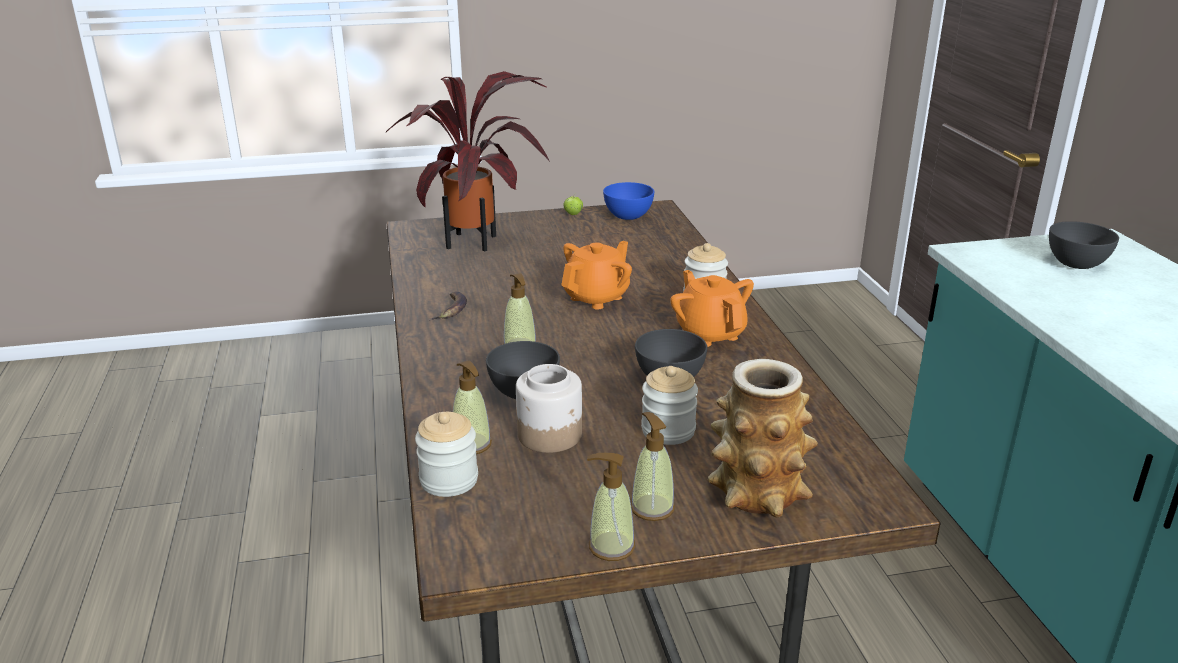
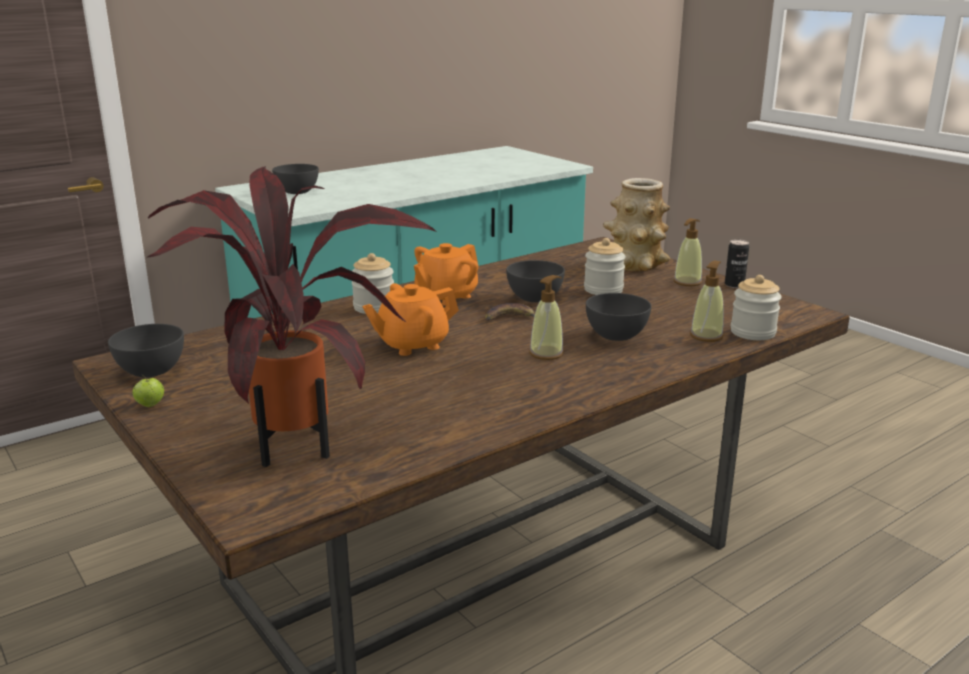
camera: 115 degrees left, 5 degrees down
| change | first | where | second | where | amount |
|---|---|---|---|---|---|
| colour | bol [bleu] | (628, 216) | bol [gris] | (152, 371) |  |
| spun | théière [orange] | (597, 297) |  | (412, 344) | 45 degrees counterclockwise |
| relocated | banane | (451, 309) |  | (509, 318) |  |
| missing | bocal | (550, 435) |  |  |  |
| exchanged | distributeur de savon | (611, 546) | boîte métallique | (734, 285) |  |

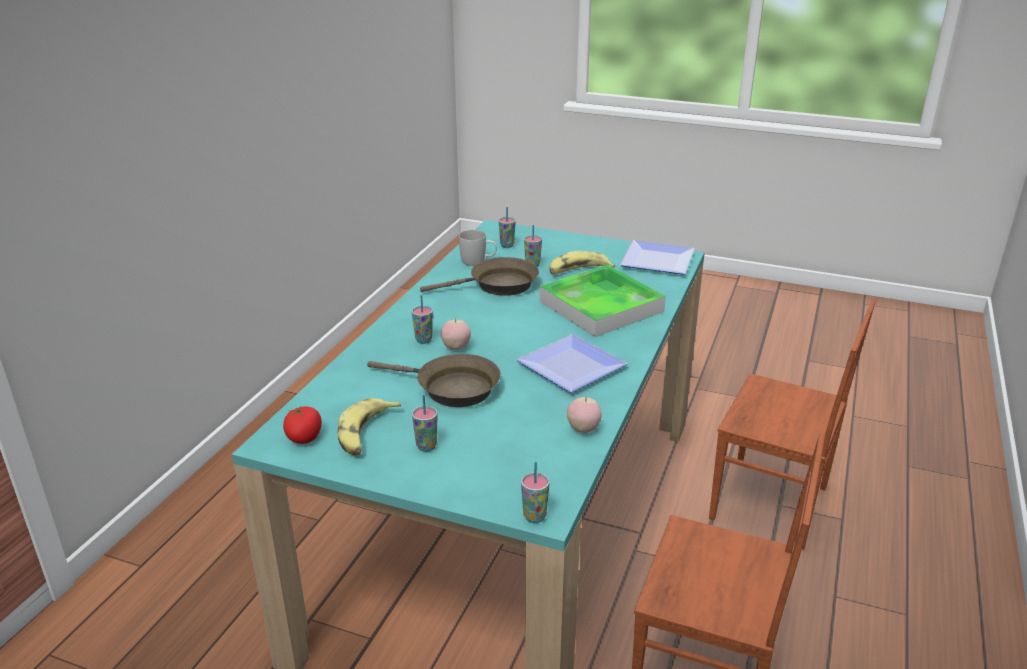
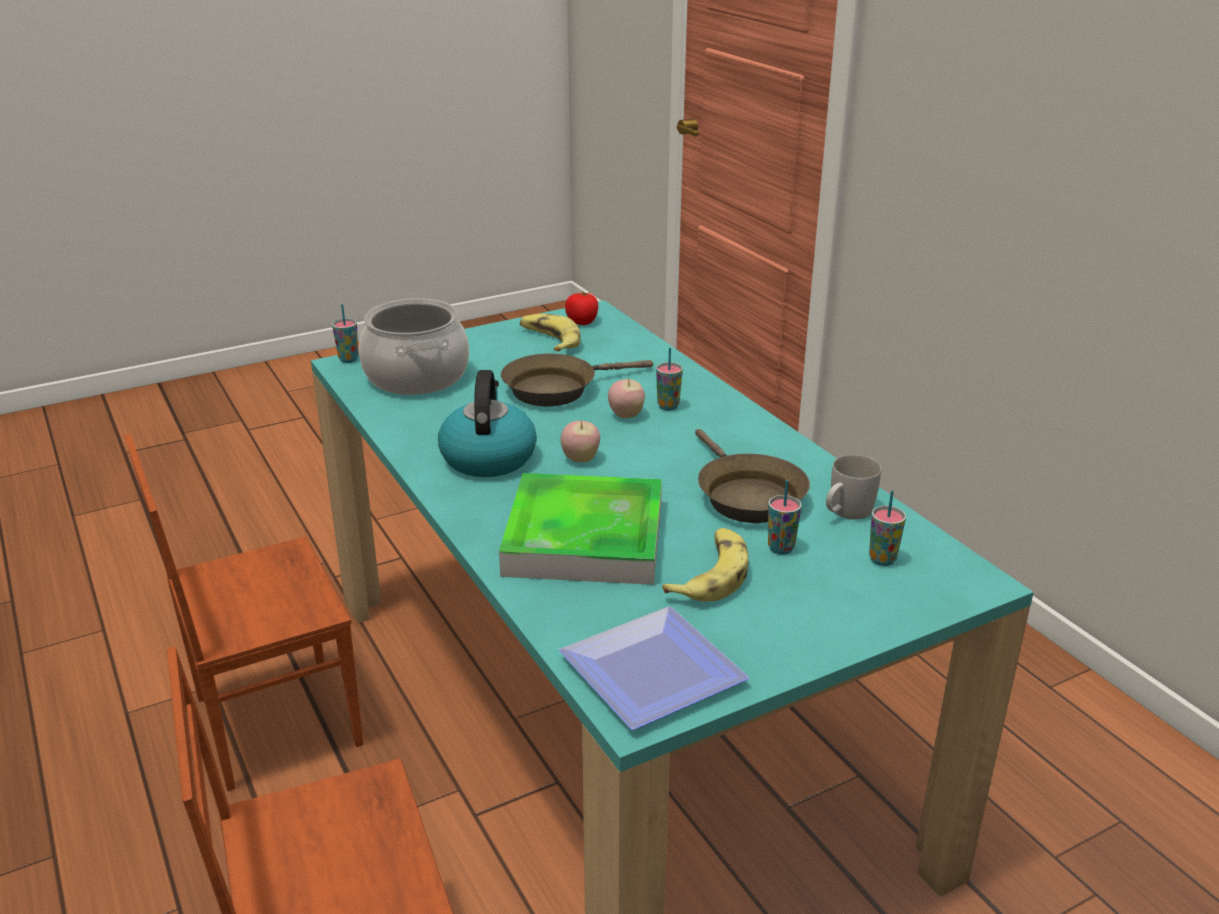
camera: 130 degrees right, 0 degrees up
| change | first | where | second | where | amount |
|---|---|---|---|---|---|
| spun | poêle [marron] | (498, 285) |  | (746, 495) | 45 degrees counterclockwise |
| exchanged | assiette | (575, 367) | bouilloire | (488, 457) |  |
| missing | tasse | (426, 446) |  |  |  |
| relocated | pomme | (583, 429) |  | (580, 459) |  |
| appeared |  |  | marmite | (417, 376) |  |

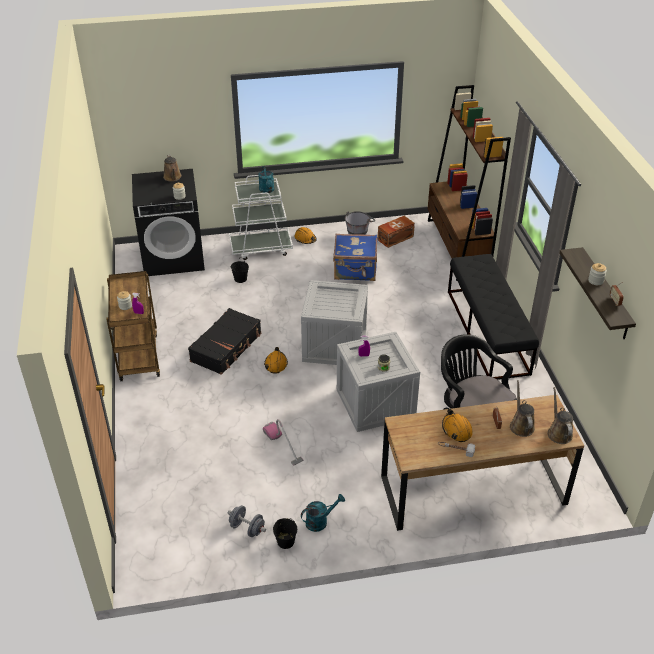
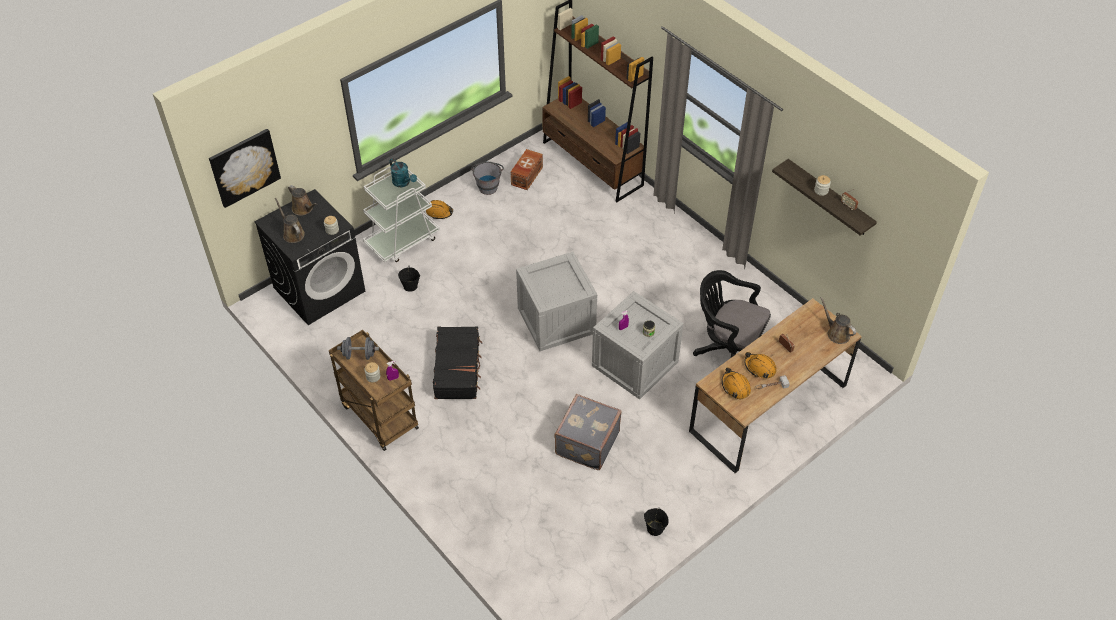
camera: 30 degrees left, 10 degrees up
| change | first | where | second | where | amount |
|---|---|---|---|---|---|
| missing | valise [bleu] | (355, 270) |  |  |  |
| missing | banc [noir] | (487, 331) |  |  |  |
| relocated | casque de chantier [orange] | (276, 364) |  | (735, 387) |  |
| relocated | arrosoir [marron] | (521, 425) |  | (292, 233) |  |
| exchanged | aspirateur | (282, 445) | valise [gris] | (586, 443) |  |
| missing | arrosoir [turquoise] | (320, 521) |  |  |  |
| relocated | haltère [gris] | (247, 528) |  | (359, 355) |  |
| appeared |  |  | tableau | (244, 167) |  |

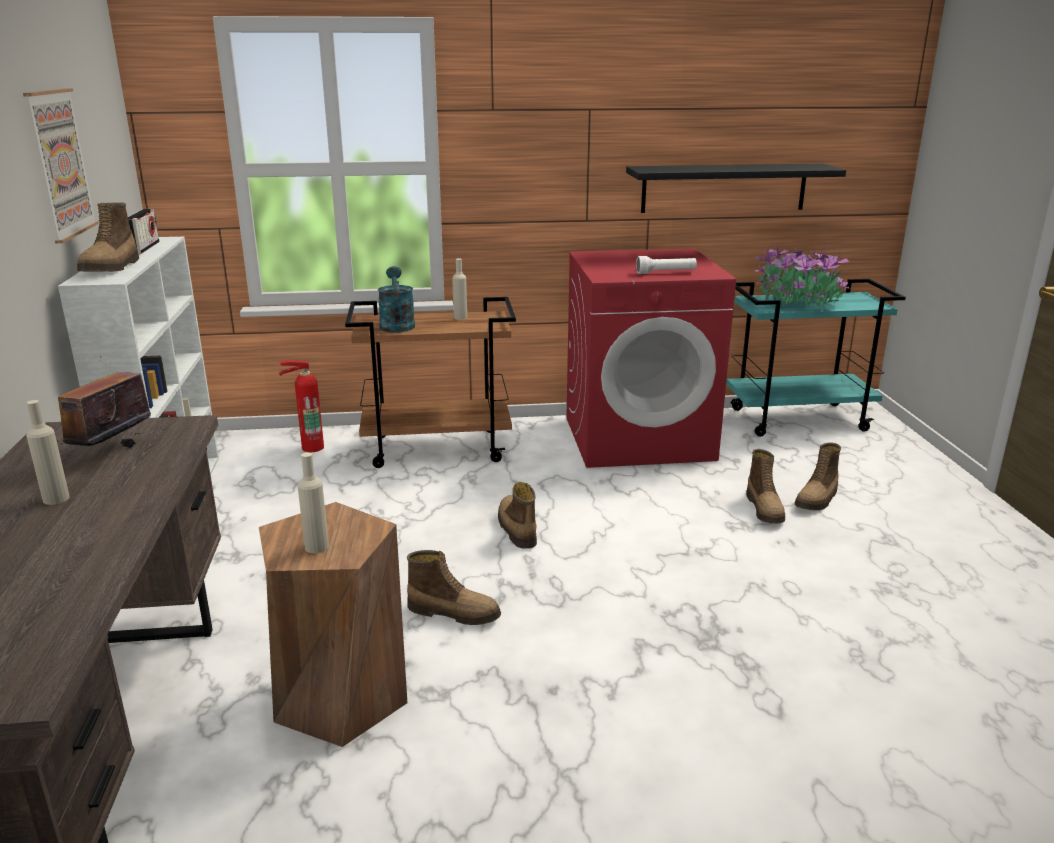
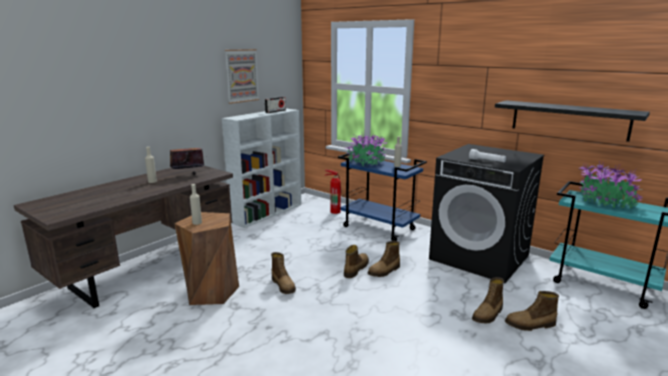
camera: 45 degrees right, 5 degrees down
| change | first | where | second | where | amount |
|---|---|---|---|---|---|
| relocated | botte | (112, 268) |  | (384, 271) |  |
| colour | lave-linge [rouge] | (639, 438) | lave-linge [noir] | (480, 257) |  |
| exchanged | arrosoir [turquoise] | (396, 324) | plante en pot | (366, 162) |  |
| colour | chariot [marron] | (438, 448) | chariot [bleu] | (379, 228) |  |

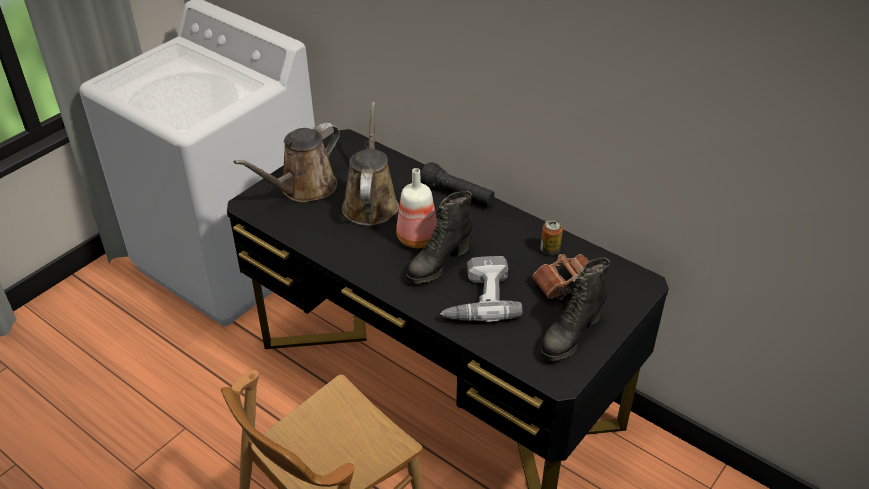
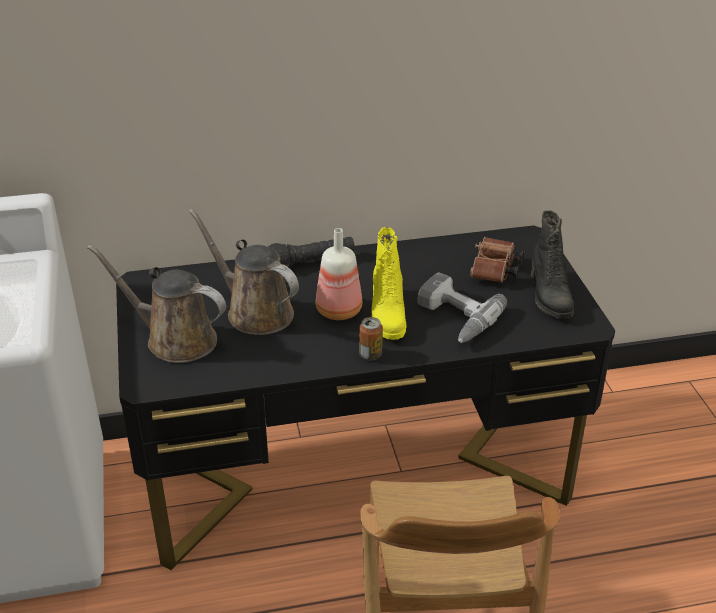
camera: 50 degrees left, 5 degrees down
| change | first | where | second | where | amount |
|---|---|---|---|---|---|
| spun | arrosoir [marron] | (304, 188) |  | (175, 339) | 120 degrees clockwise |
| colour | botte [noir] | (438, 264) | botte [jaune] | (386, 316) |  |
| relocated | boîte métallique | (550, 250) |  | (370, 355) |  |

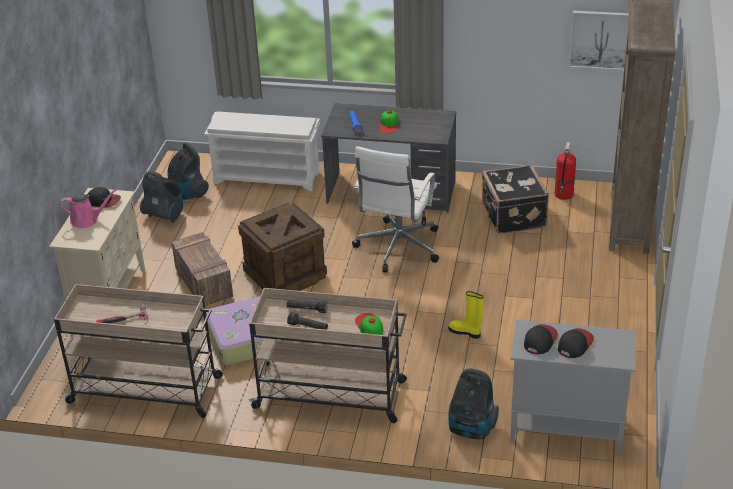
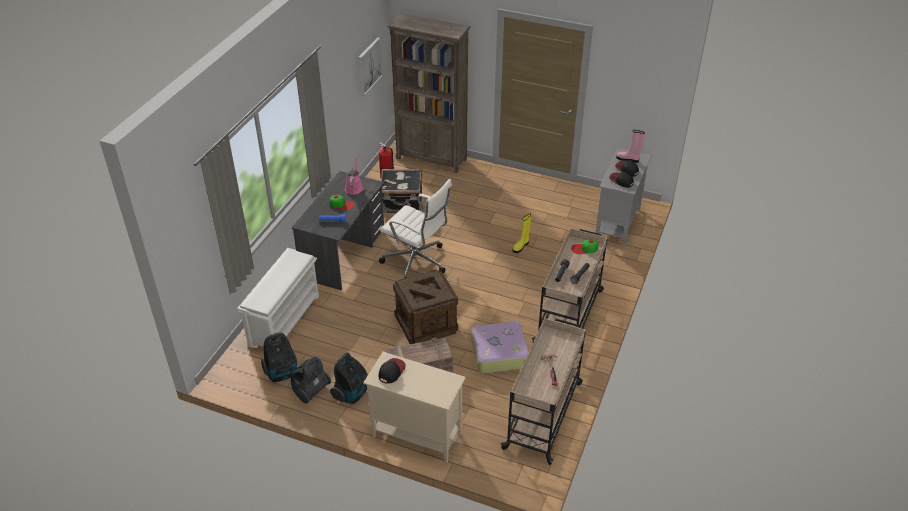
camera: 80 degrees left, 5 degrees up
| change | first | where | second | where | amount |
|---|---|---|---|---|---|
| relocated | arrosoir [rose] | (87, 220) |  | (354, 187) |  |
| relocated | aspirateur | (471, 429) |  | (352, 394) |  |
| appeared |  |  | botte [rose] | (628, 159) |  |

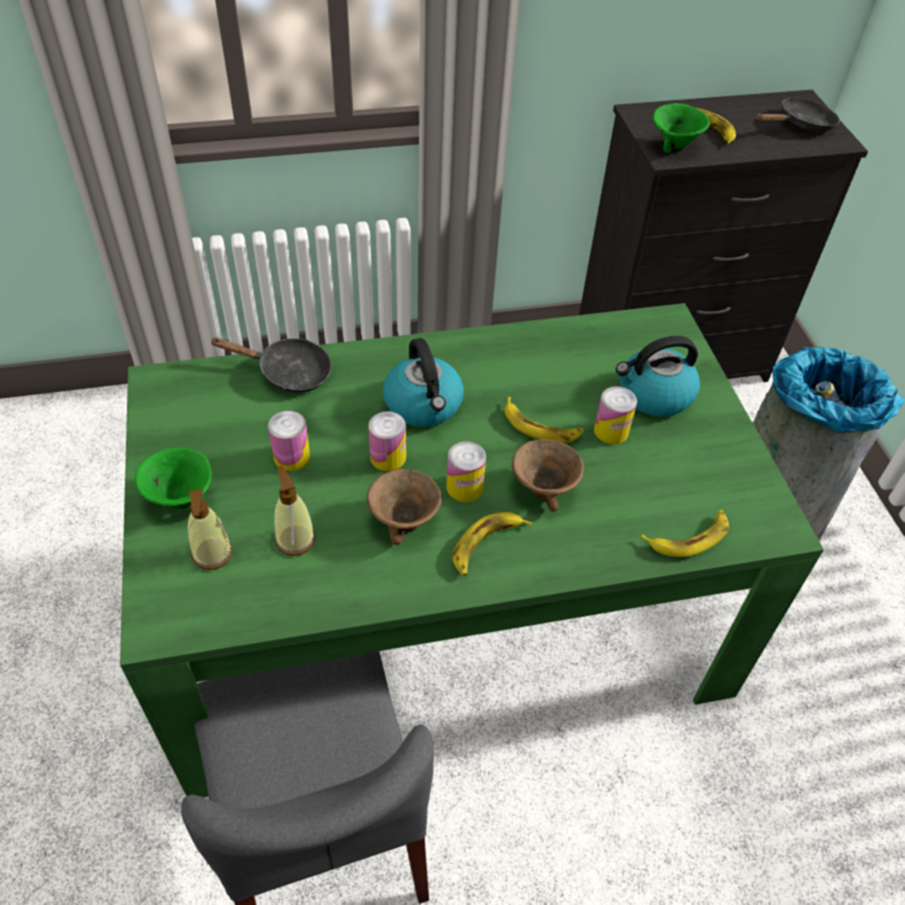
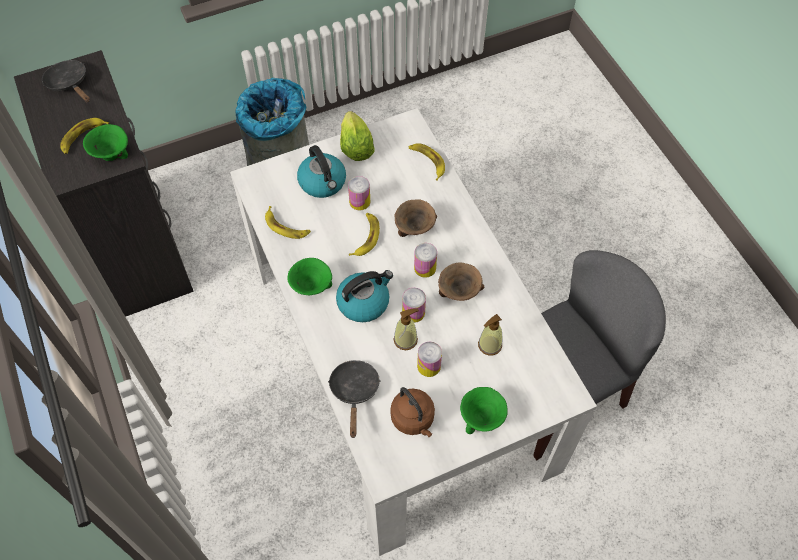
camera: 100 degrees left, 10 degrees up
| change | first | where | second | where | amount |
|---|---|---|---|---|---|
| colour | table à manger [vert] | (443, 611) | table à manger [blanc] | (399, 362) |  |
| relocated | distributeur de savon | (212, 554) |  | (405, 339) |  |
| relocated | banane | (486, 545) |  | (286, 226) |  |
| appeared |  |  | laitue | (356, 147) |  |
| appeared |  |  | bol [vert] | (310, 288) |  |
| appeared |  |  | bouilloire [marron] | (413, 419) |  |

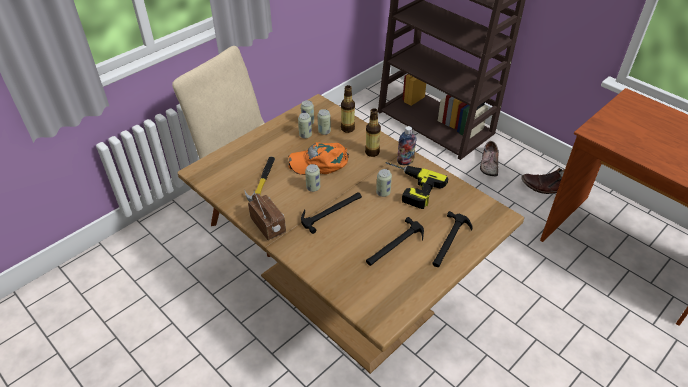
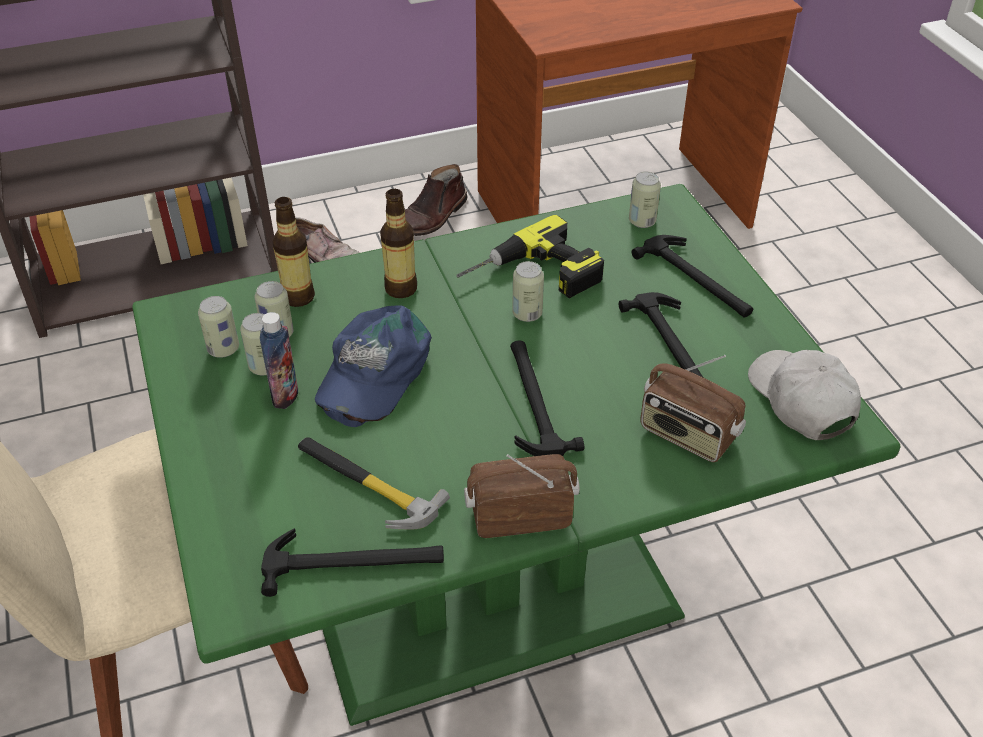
camera: 65 degrees left, 0 degrees up
| change | first | where | second | where | amount |
|---|---|---|---|---|---|
| colour | table à manger [marron] | (343, 296) | table à manger [vert] | (491, 591) |  |
| relocated | bouteille | (405, 162) |  | (285, 395) |  |
| colour | casquette [orange] | (320, 162) | casquette [bleu] | (373, 372) |  |
| relocated | boîte métallique | (313, 188) |  | (642, 221) |  |
| appeared |  |  | casquette [blanc] | (801, 400) |  |
| appeared |  |  | radio | (687, 435) |  |
| appeared |  |  | marteau | (354, 562) |  |

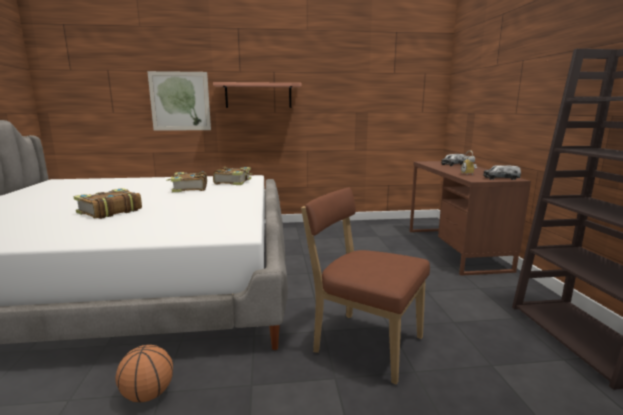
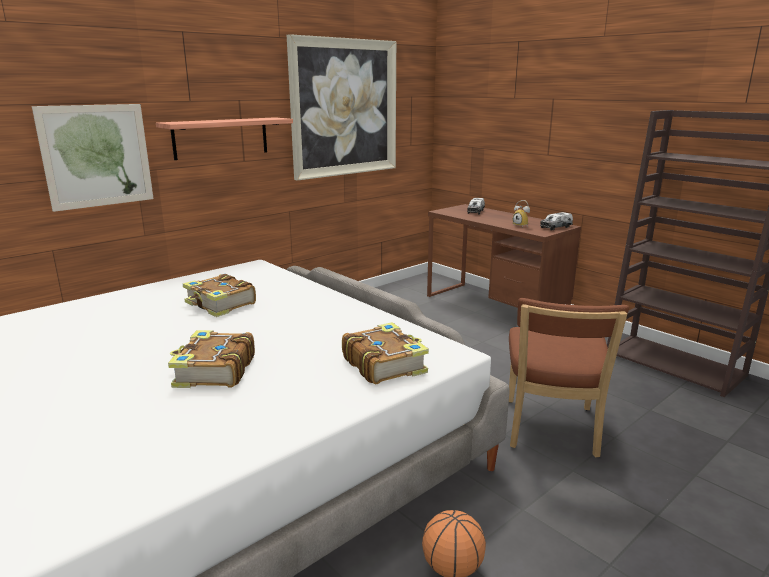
camera: 35 degrees left, 5 degrees up
| change | first | where | second | where | amount |
|---|---|---|---|---|---|
| relocated | livre | (233, 182) |  | (384, 364) |  |
| spun | chaise [marron] | (363, 343) |  | (550, 431) | 75 degrees counterclockwise |
| appeared |  |  | tableau | (344, 108) |  |

